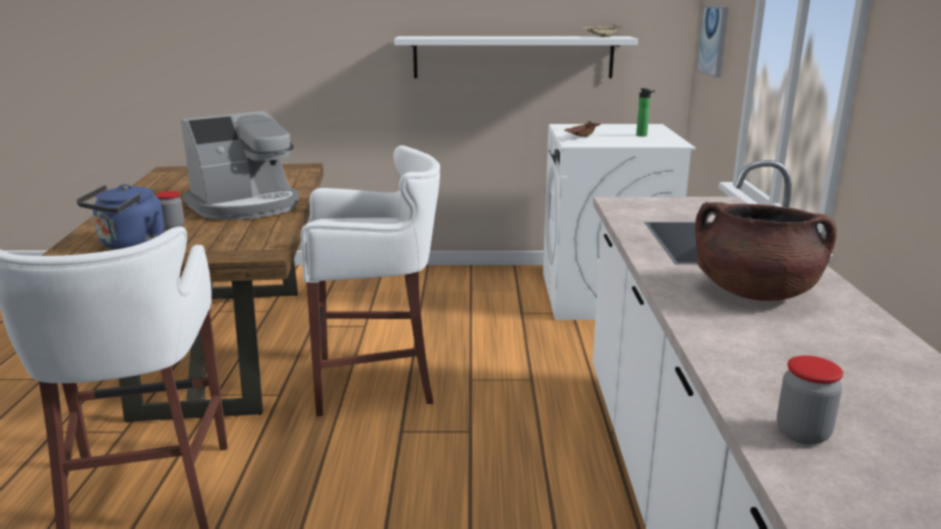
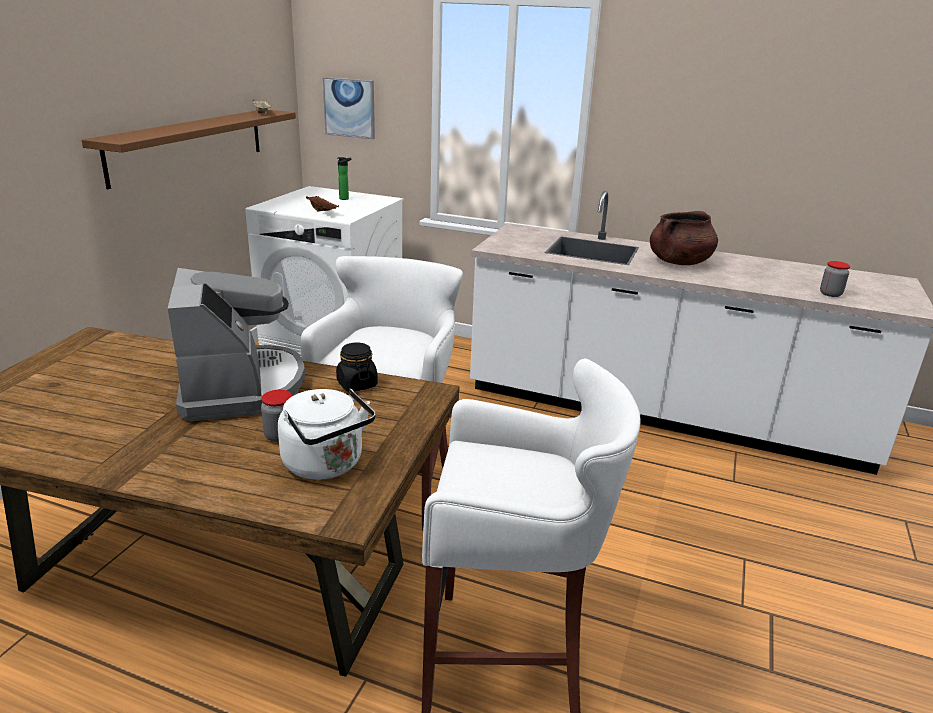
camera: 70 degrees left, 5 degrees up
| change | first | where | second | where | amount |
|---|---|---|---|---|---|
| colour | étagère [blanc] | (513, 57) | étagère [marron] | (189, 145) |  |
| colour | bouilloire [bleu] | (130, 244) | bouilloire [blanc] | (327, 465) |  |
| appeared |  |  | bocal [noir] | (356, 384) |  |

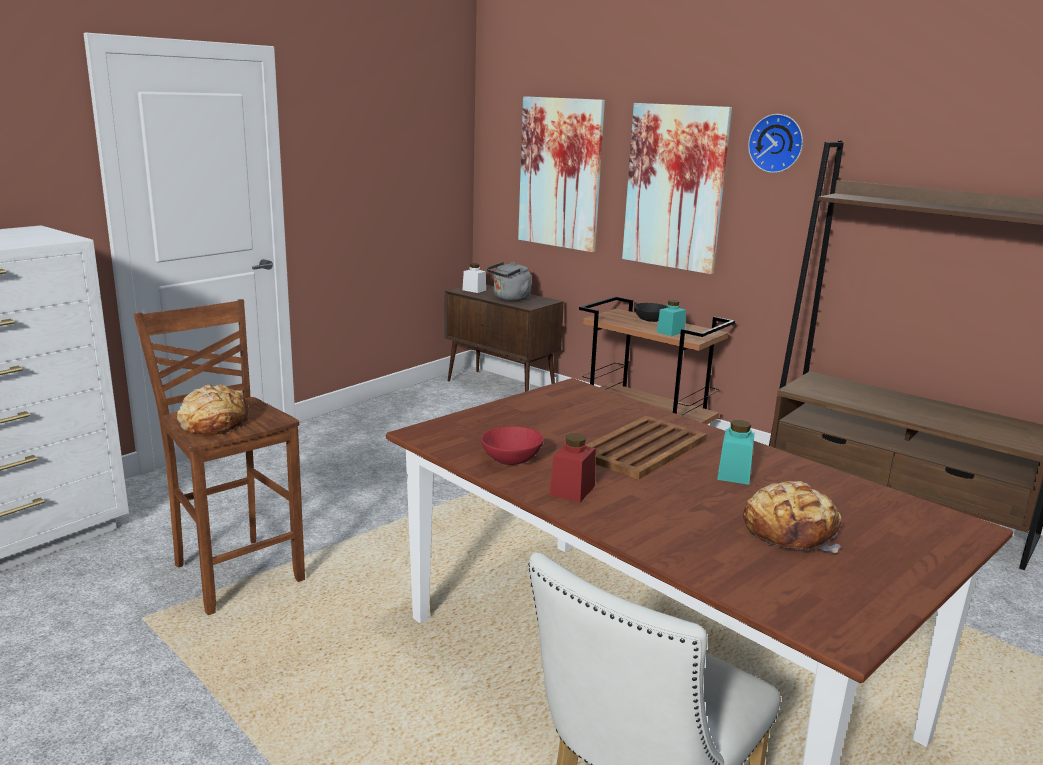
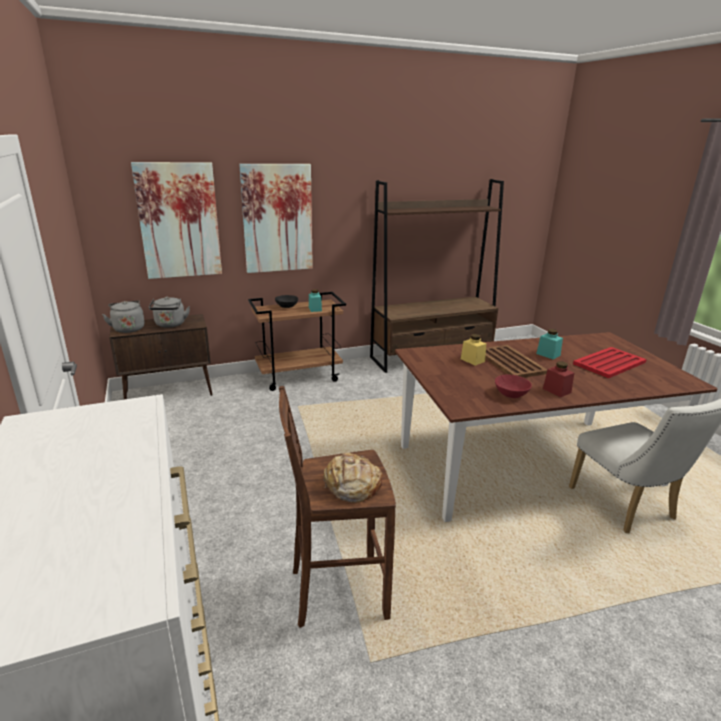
camera: 60 degrees left, 5 degrees up
| change | first | where | second | where | amount |
|---|---|---|---|---|---|
| missing | horloge murale | (777, 143) |  |  |  |
| exchanged | bocal [blanc] | (474, 290) | bouilloire [gris] | (128, 328) |  |
| exchanged | pain | (790, 532) | plateau [rouge] | (608, 363) |  |
| appeared |  |  | bocal [jaune] | (472, 360) |  |

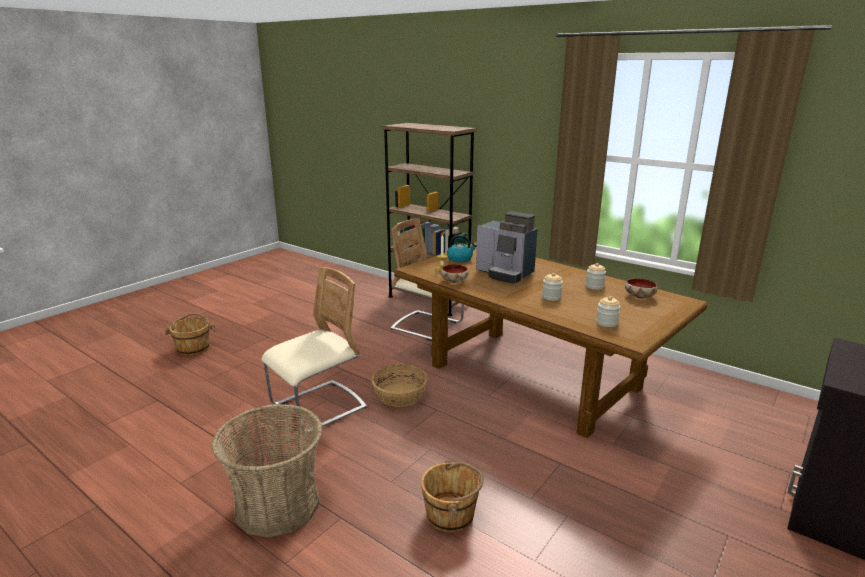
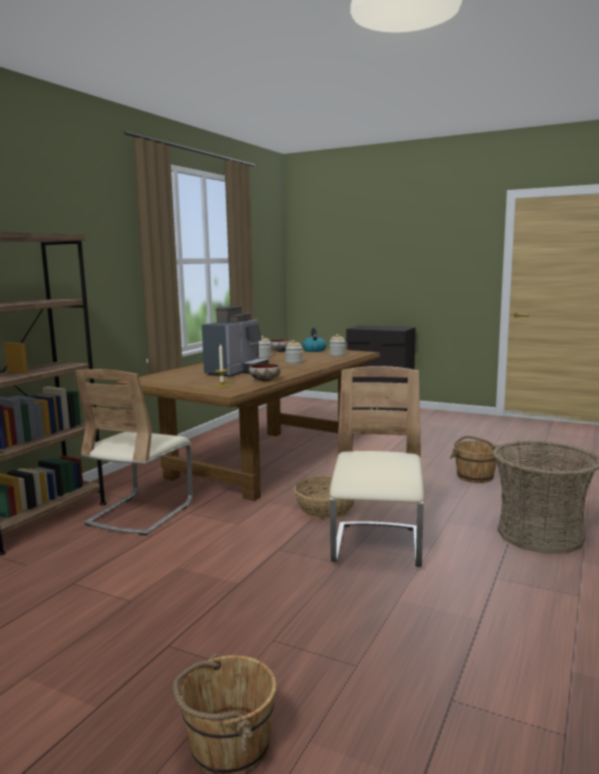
camera: 100 degrees left, 10 degrees down
| change | first | where | second | where | amount |
|---|---|---|---|---|---|
| relocated | bouilloire | (460, 259) |  | (314, 350) |  |
| spun | chaise [beige] | (318, 407) |  | (377, 547) | 60 degrees clockwise |

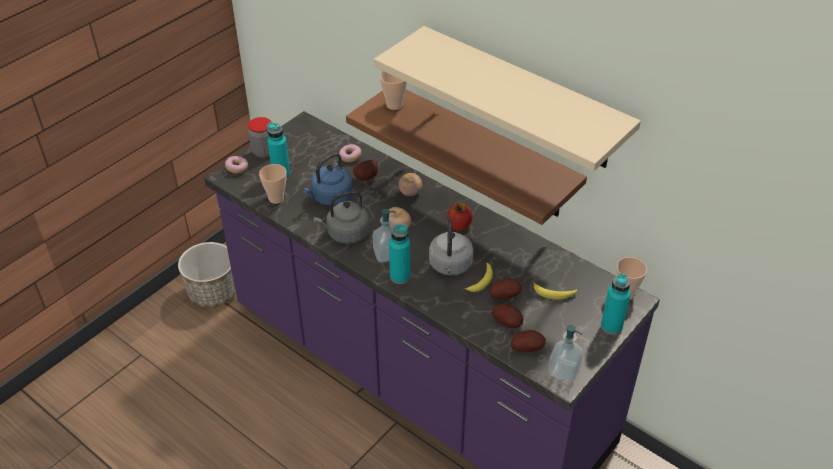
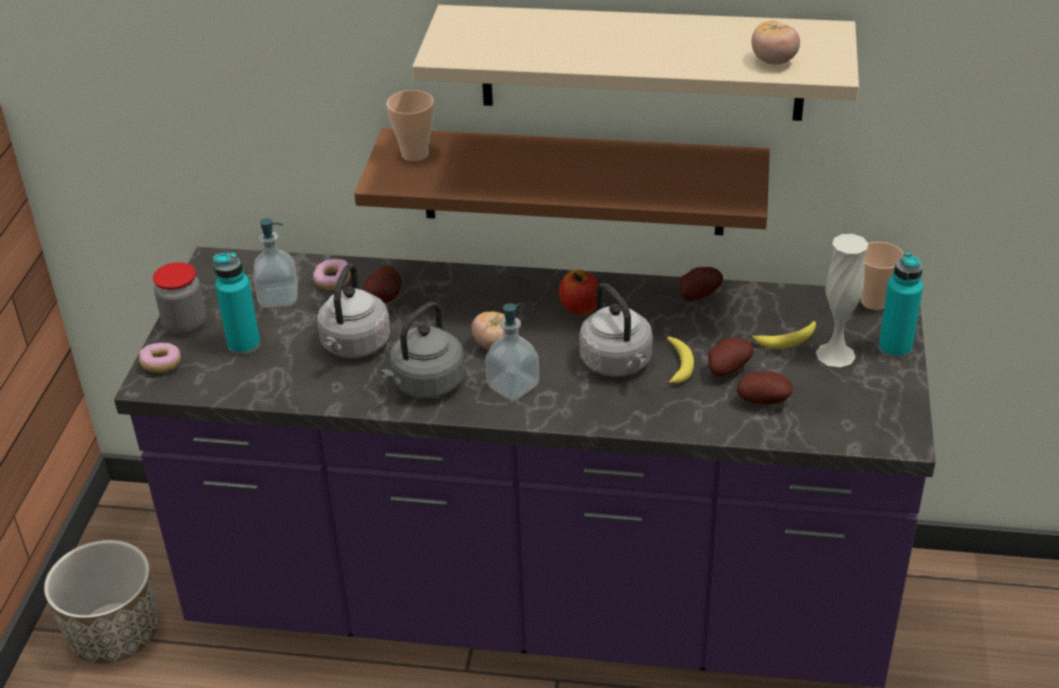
camera: 30 degrees left, 5 degrees down
| change | first | where | second | where | amount |
|---|---|---|---|---|---|
| colour | bouilloire [bleu] | (330, 197) | bouilloire [gris] | (354, 346) |  |
| missing | tasse | (276, 198) |  |  |  |
| relocated | tomate | (410, 192) |  | (774, 61) |  |
| missing | bouteille [turquoise] | (400, 276) |  |  |  |
| relocated | distributeur de savon | (563, 371) |  | (278, 298) |  |
| relocated | pomme de terre | (527, 348) |  | (697, 296) |  |
| appeared |  |  | vase [blanc] | (835, 354) |  |

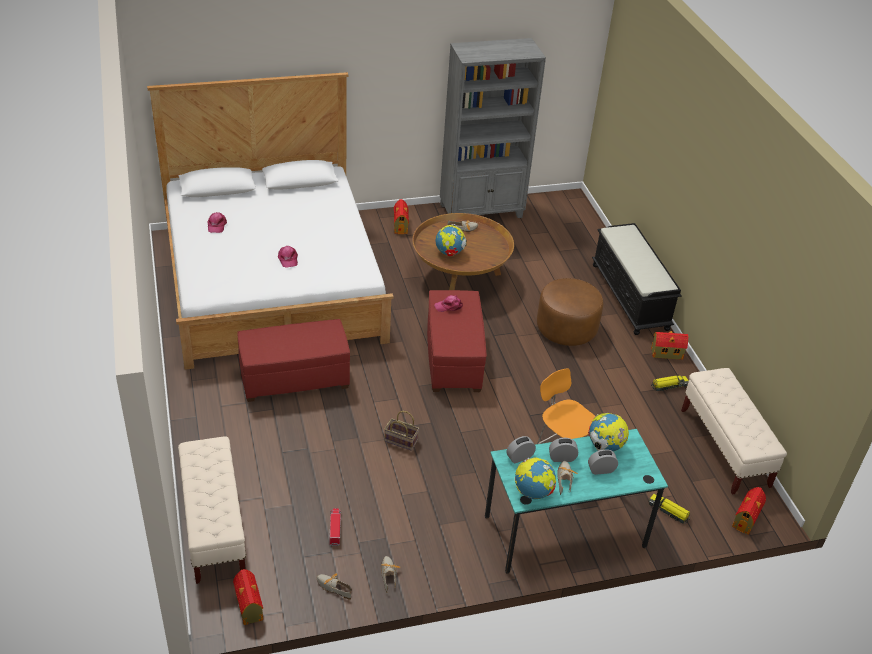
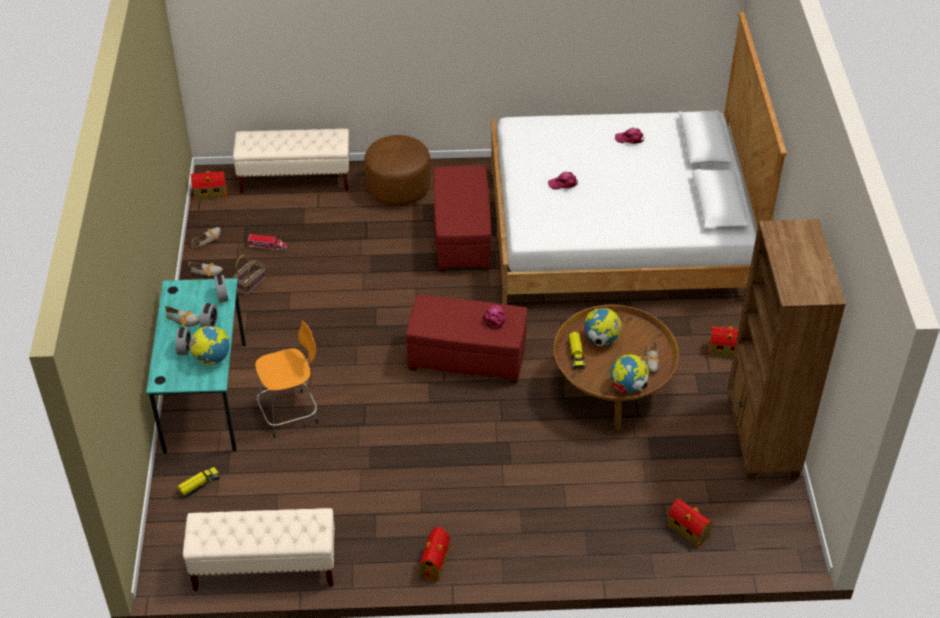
camera: 105 degrees right, 5 degrees up
| change | first | where | second | where | amount |
|---|---|---|---|---|---|
| colour | bibliothèque [gris] | (482, 211) | bibliothèque [marron] | (761, 438) |  |
| missing | banc [noir] | (631, 297) |  |  |  |
| relocated | pouf [marron] | (566, 328) |  | (398, 188) |  |
| relocated | camion jouet | (668, 386) |  | (576, 354) |  |
| relocated | panier | (400, 441) |  | (250, 283) |  |
| relocated | globe | (533, 492) |  | (628, 387) |  |
| relocated | maison miniature | (746, 518) |  | (689, 531) |  |

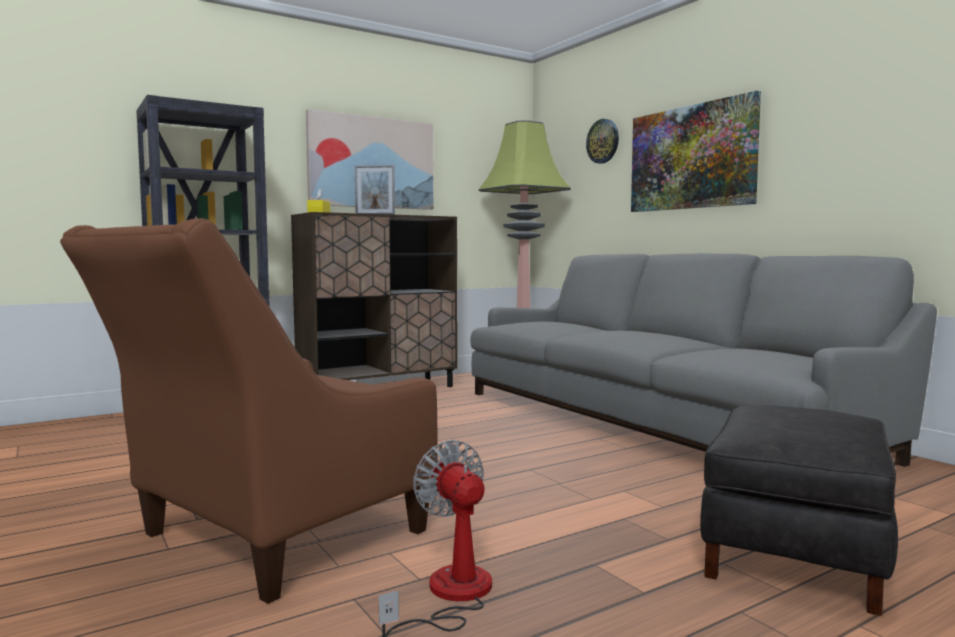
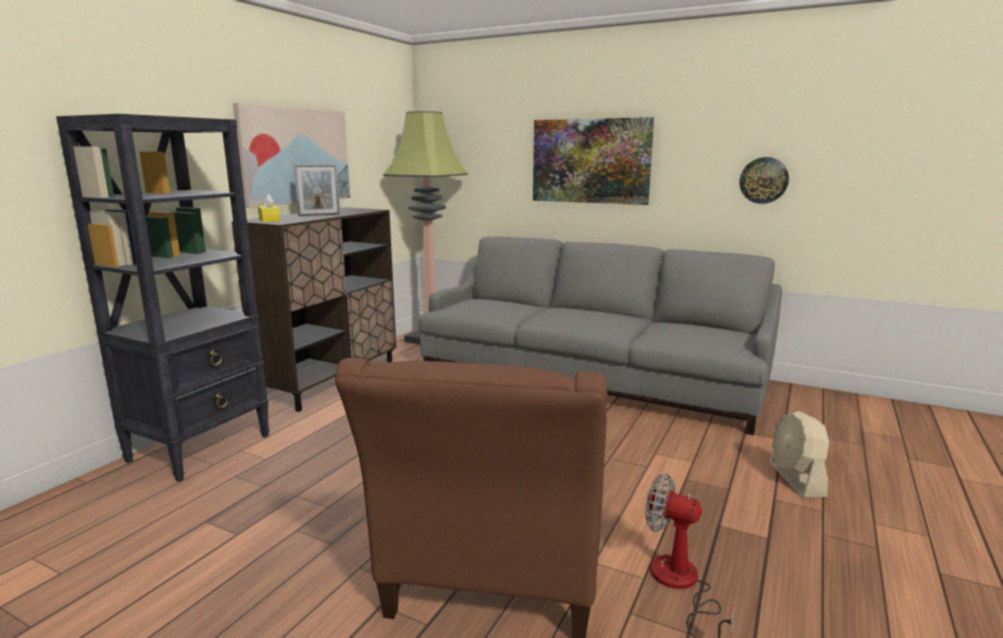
camera: 30 degrees left, 10 degrees up
| change | first | where | second | where | amount |
|---|---|---|---|---|---|
| relocated | horloge murale | (603, 141) |  | (764, 180) |  |
| exchanged | pouf [noir] | (796, 554) | ventilateur [beige] | (796, 479) |  |

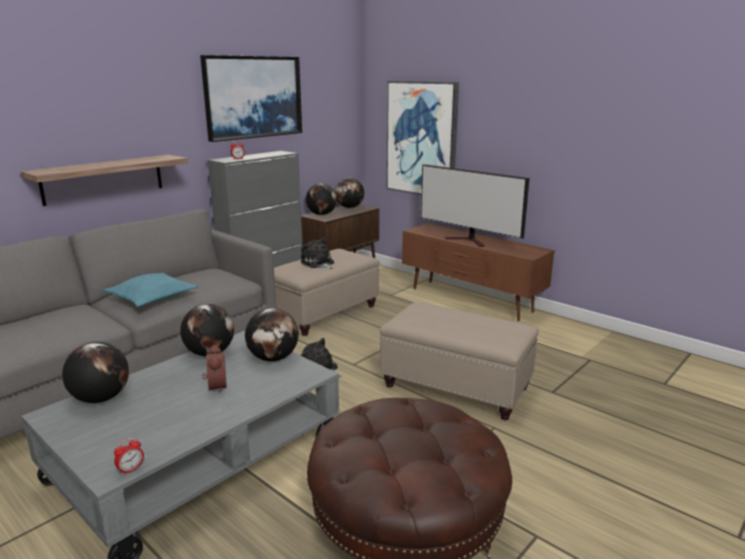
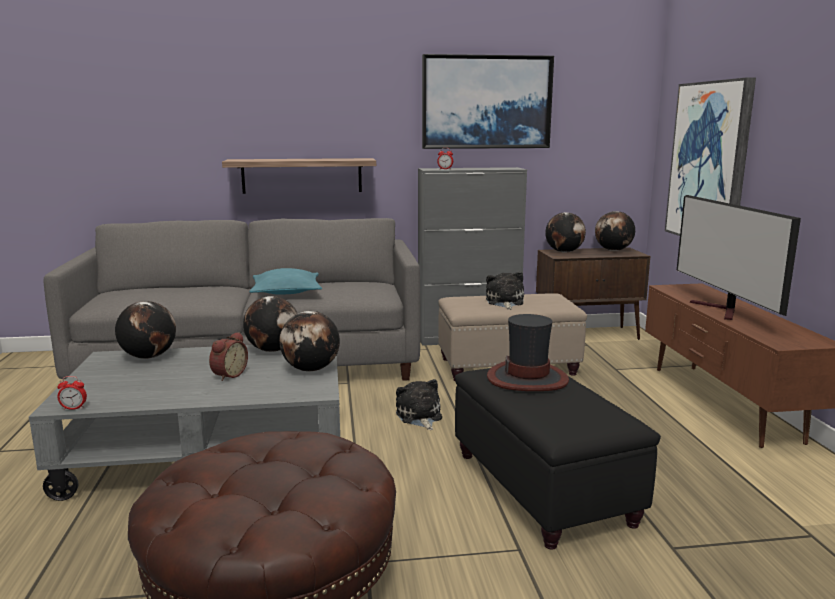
camera: 40 degrees right, 5 degrees down
| change | first | where | second | where | amount |
|---|---|---|---|---|---|
| colour | pouf [beige] | (456, 387) | pouf [noir] | (543, 488) |  |
| appeared |  |  | chapeau | (527, 378) |  |

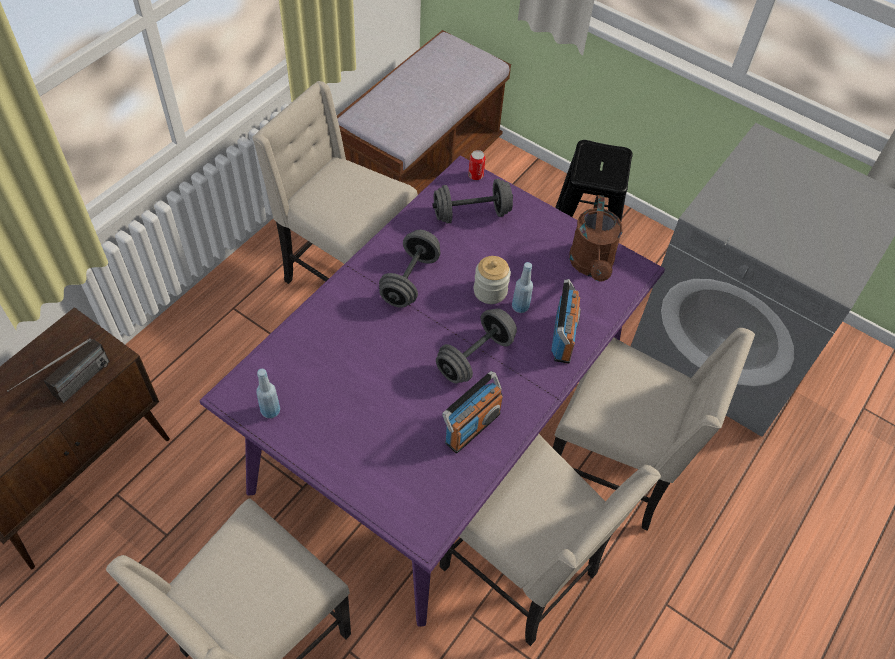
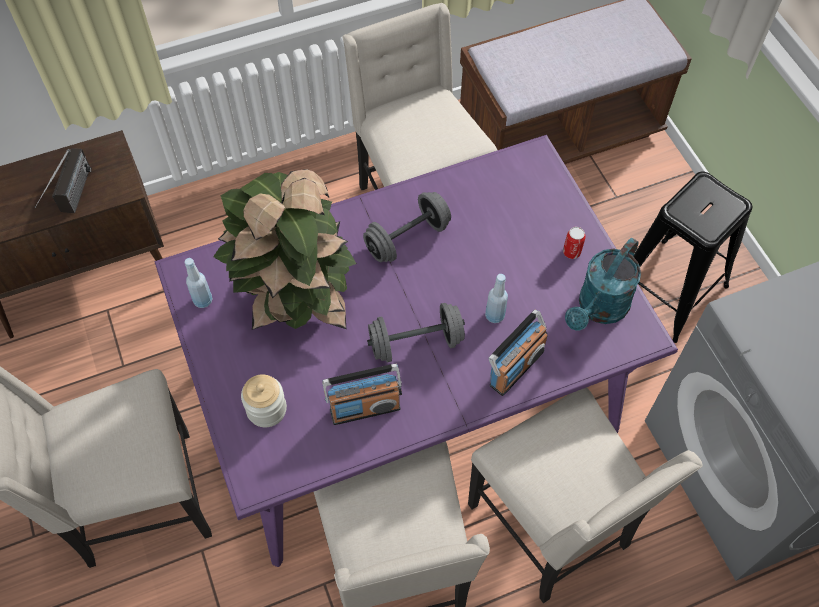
camera: 35 degrees right, 5 degrees up
| change | first | where | second | where | amount |
|---|---|---|---|---|---|
| relocated | boîte métallique | (475, 175) |  | (571, 252) |  |
| missing | haltère [gris] | (471, 213) |  |  |  |
| colour | arrosoir [marron] | (591, 266) | arrosoir [turquoise] | (599, 309) |  |
| relocated | bocal | (490, 291) |  | (266, 409) |  |
| spun | radio | (70, 391) |  | (73, 202) | 60 degrees counterclockwise |
| appeared |  |  | plante en pot | (296, 302) |  |

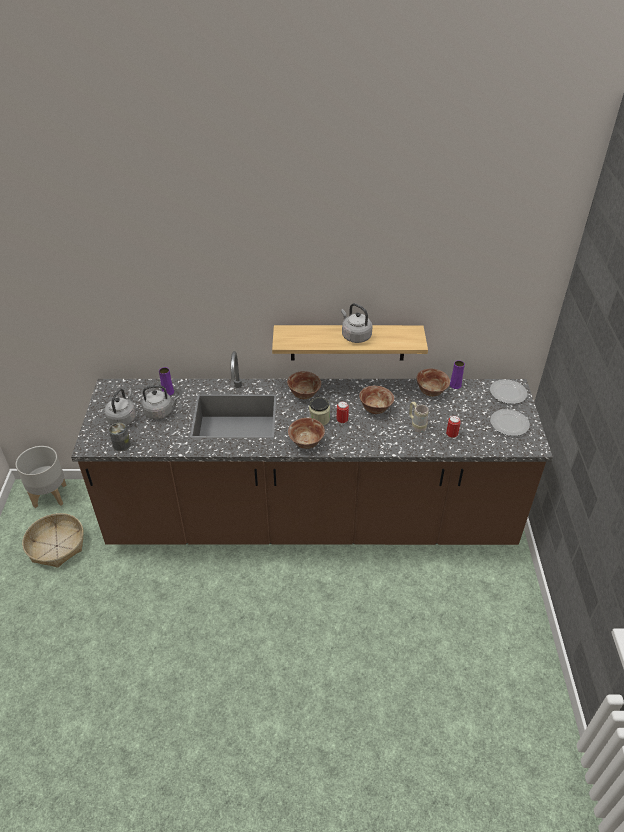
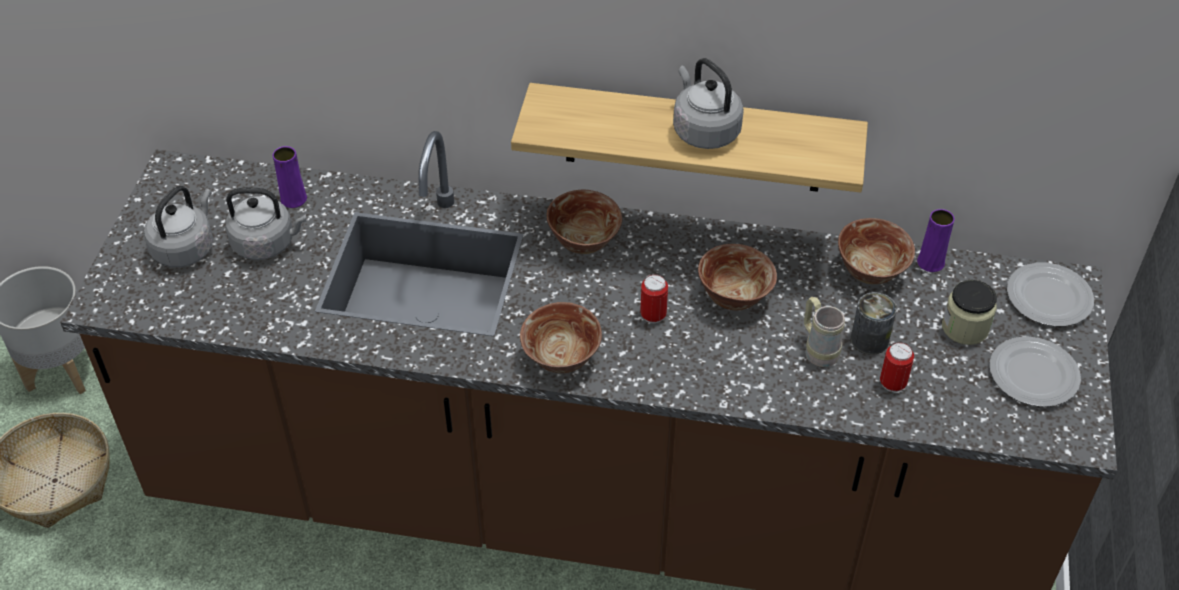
camera: 10 degrees right, 5 degrees up
| change | first | where | second | where | amount |
|---|---|---|---|---|---|
| relocated | bocal | (319, 419) |  | (965, 328) |  |
| relocated | boîte métallique | (121, 445) |  | (869, 340) |  |

